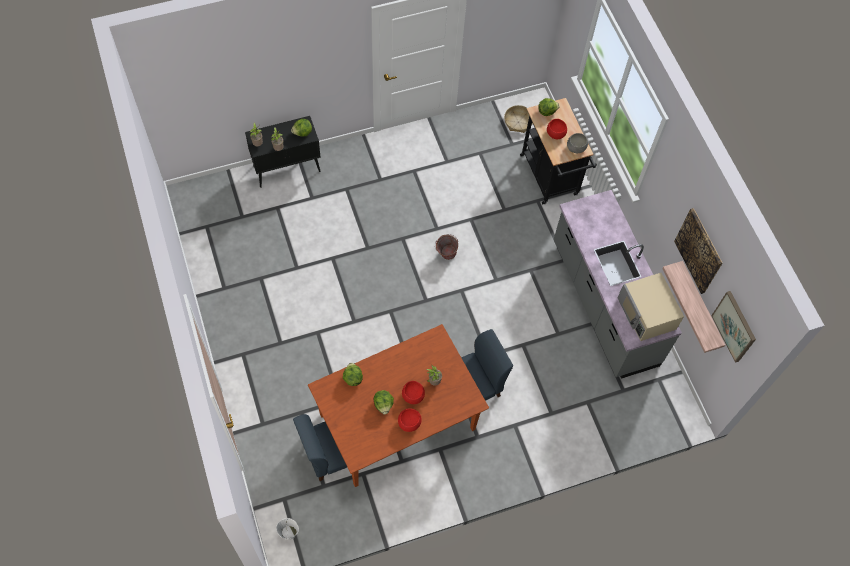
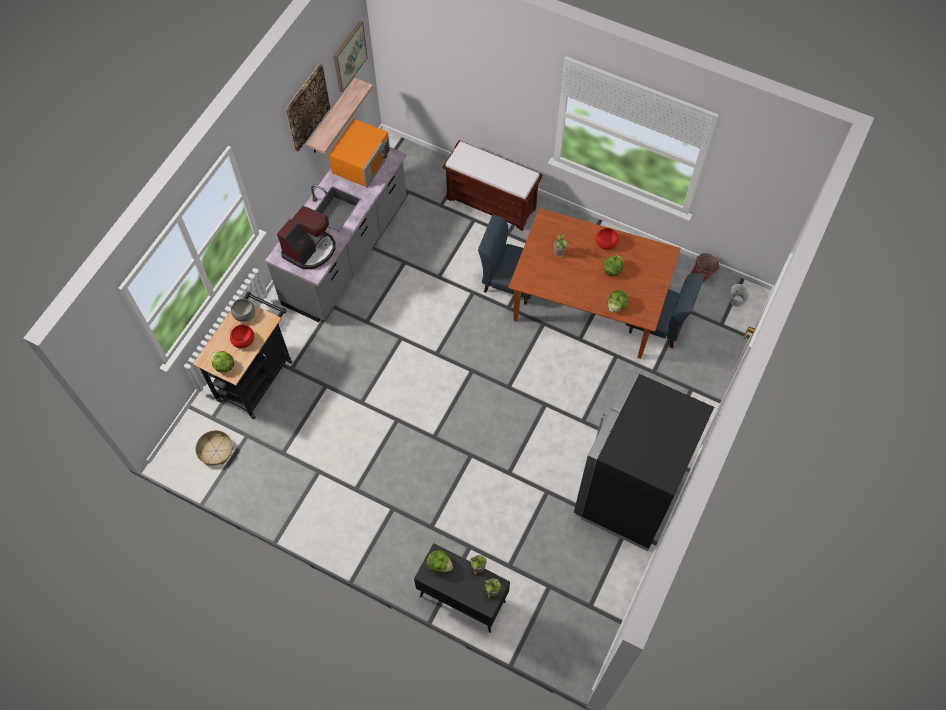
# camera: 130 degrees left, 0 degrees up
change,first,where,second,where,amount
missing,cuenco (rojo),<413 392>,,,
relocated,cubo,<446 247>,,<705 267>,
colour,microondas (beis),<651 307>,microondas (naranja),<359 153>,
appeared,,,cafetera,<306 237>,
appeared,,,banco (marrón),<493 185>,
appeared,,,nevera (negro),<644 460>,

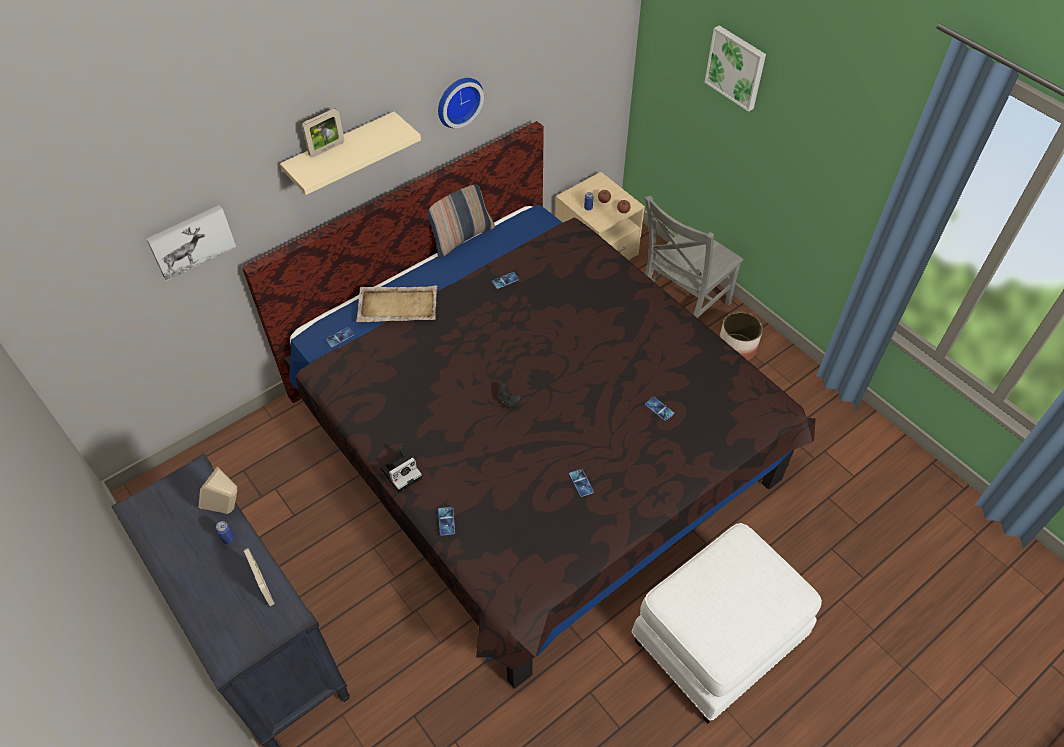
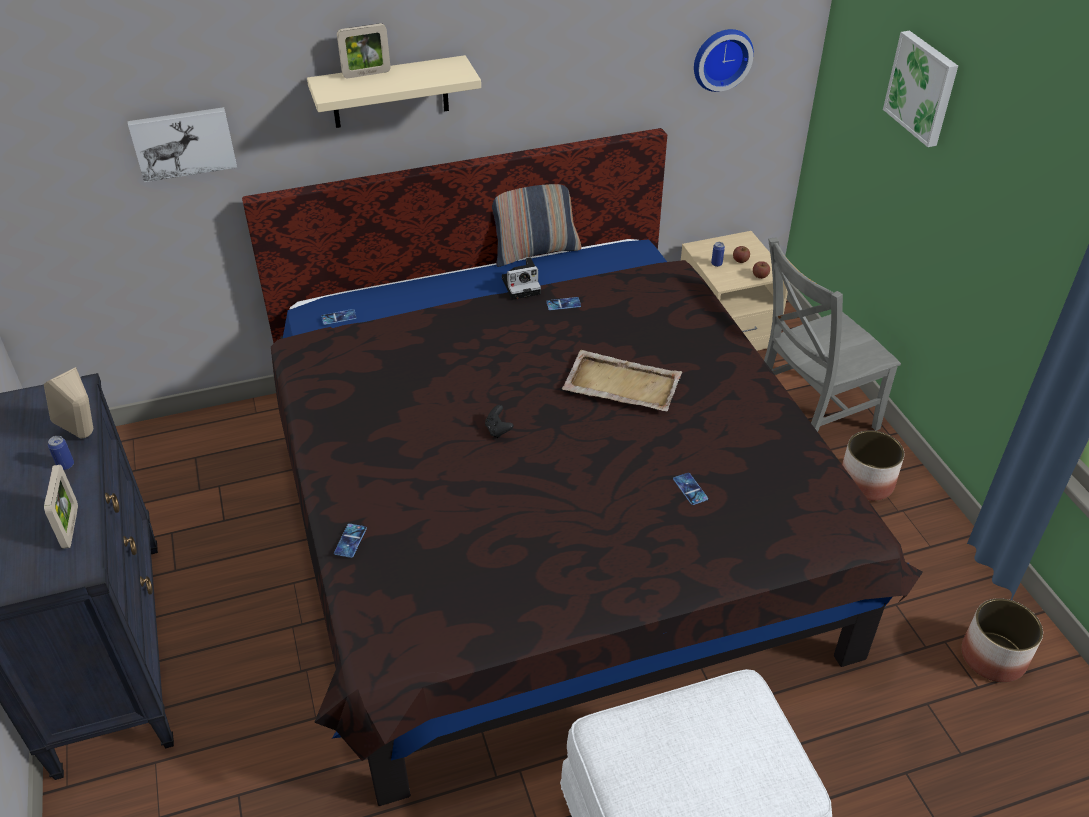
# camera: 20 degrees right, 10 degrees down
change,first,where,second,where,amount
relocated,bandeja (beis),<396 303>,,<622 380>,
relocated,cámara,<401 470>,,<521 278>,
relocated,reloj de pared,<461 103>,,<724 60>,
missing,móvil,<581 483>,,,
appeared,,,maceta,<1002 640>,

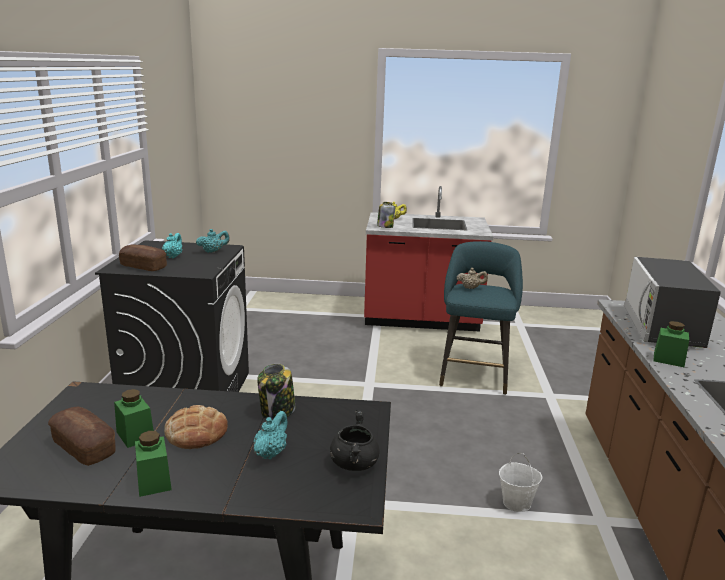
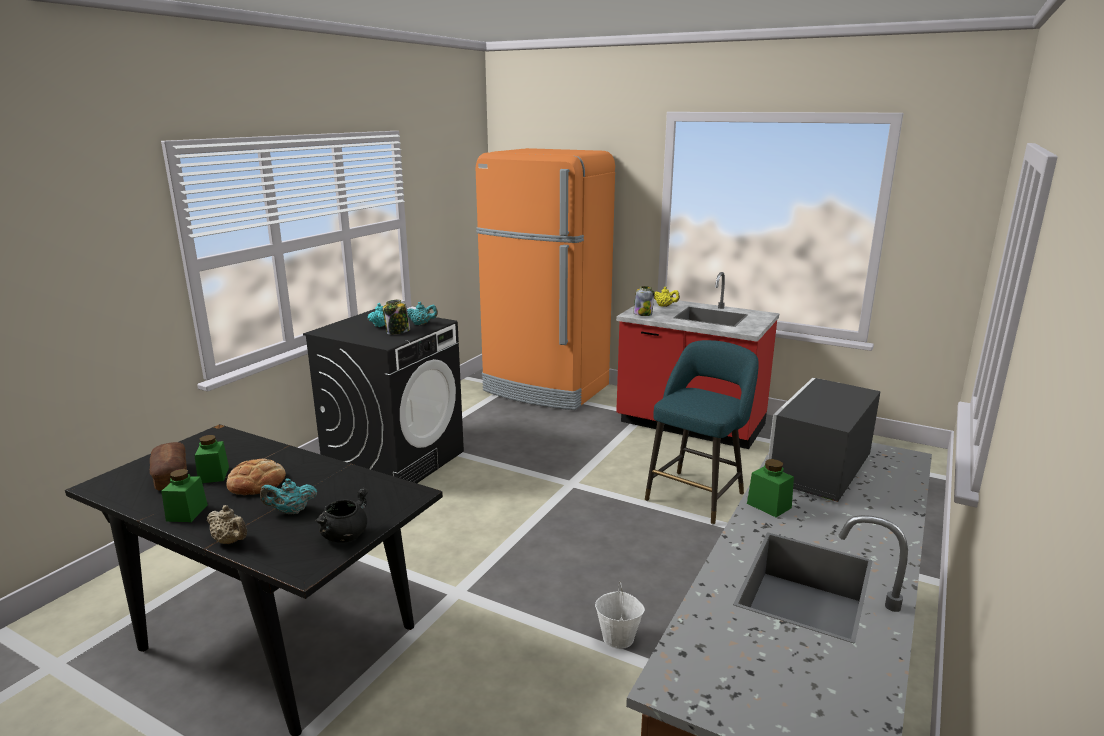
# camera: 25 degrees right, 0 degrees up
change,first,where,second,where,amount
missing,pan,<143 258>,,,
spun,tetera (turquesa),<270 435>,,<288 496>,150 degrees counterclockwise
relocated,tarro,<276 392>,,<396 317>,
relocated,tetera (beis),<472 278>,,<227 524>,
appeared,,,nevera (naranja),<545 279>,

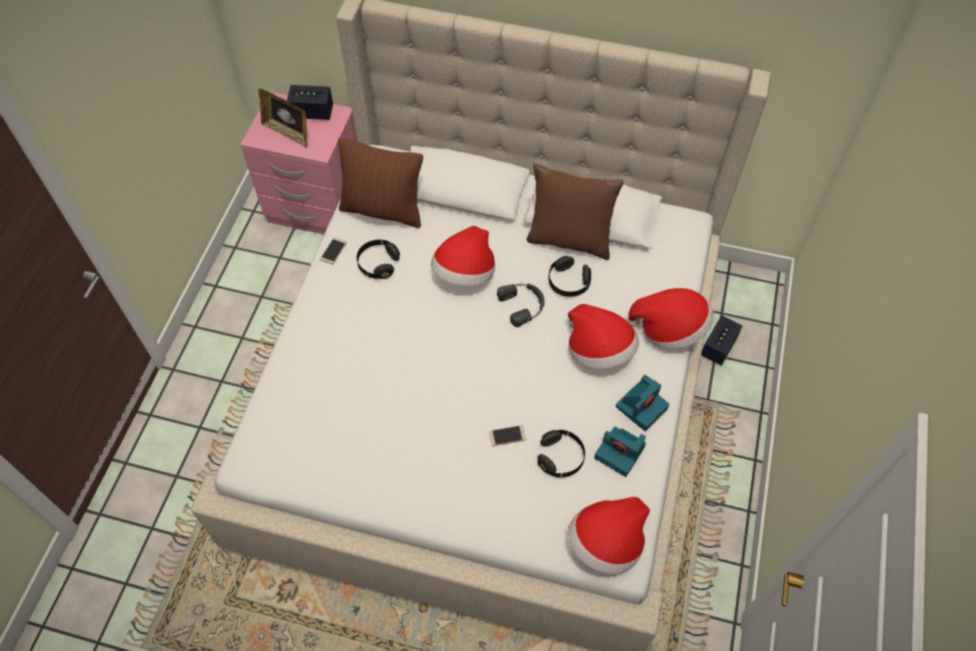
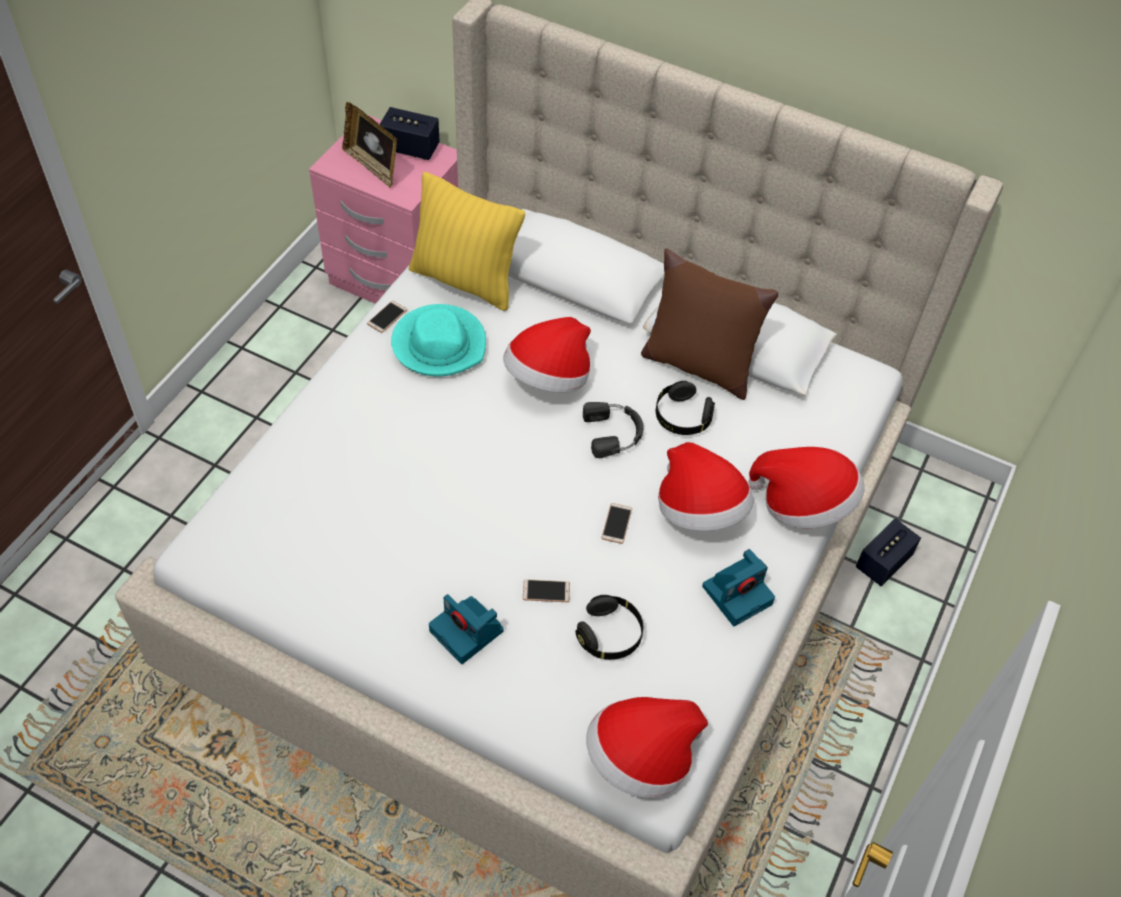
# camera: 10 degrees right, 5 degrees down
change,first,where,second,where,amount
colour,cojín (marrón),<380 183>,cojín (amarillo),<467 241>,
exchanged,auriculares (negro),<378 259>,sombrero (turquesa),<438 340>,
relocated,cámara,<620 452>,,<466 629>,
appeared,,,móvil,<617 523>,

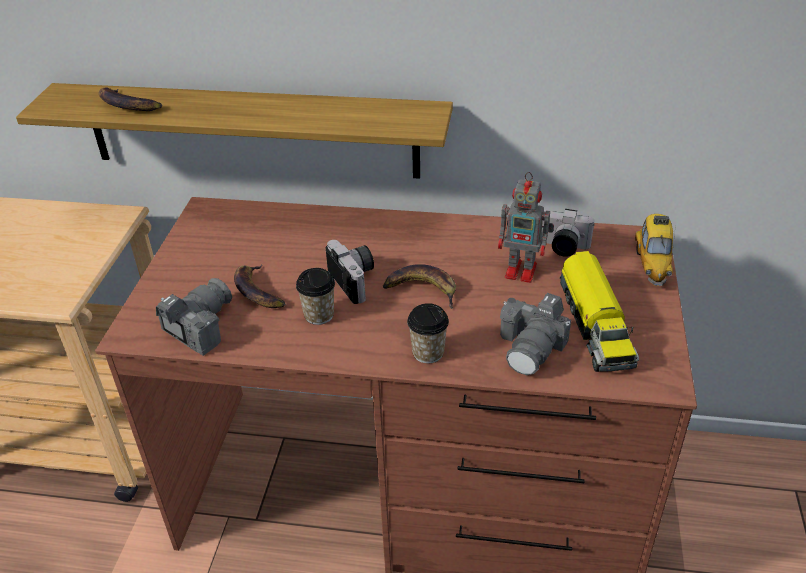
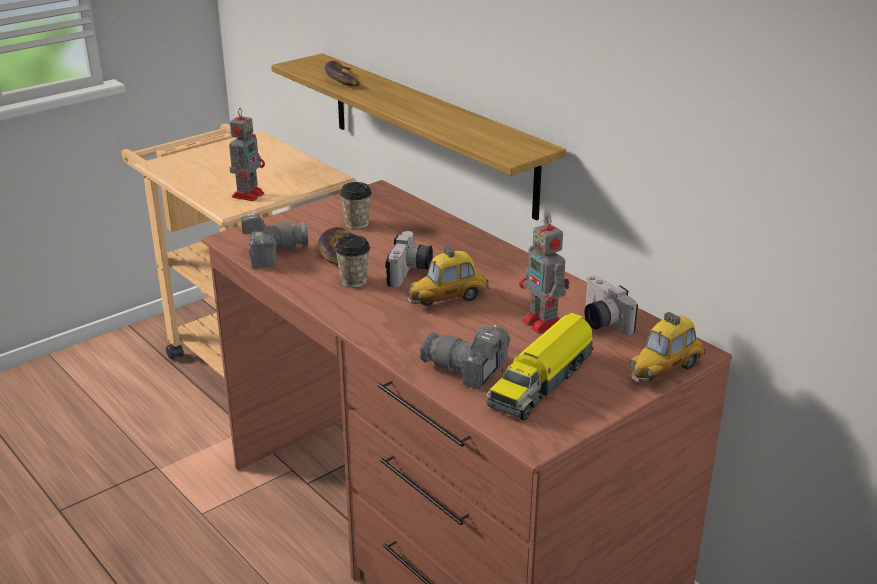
# camera: 40 degrees right, 10 degrees down
change,first,where,second,where,amount
exchanged,plátano,<419 286>,coche de juguete,<449 276>,
relocated,taza,<428 333>,,<356 205>,
spun,cámara,<535 334>,,<465 357>,45 degrees clockwise
appeared,,,robot de juguete,<247 154>,

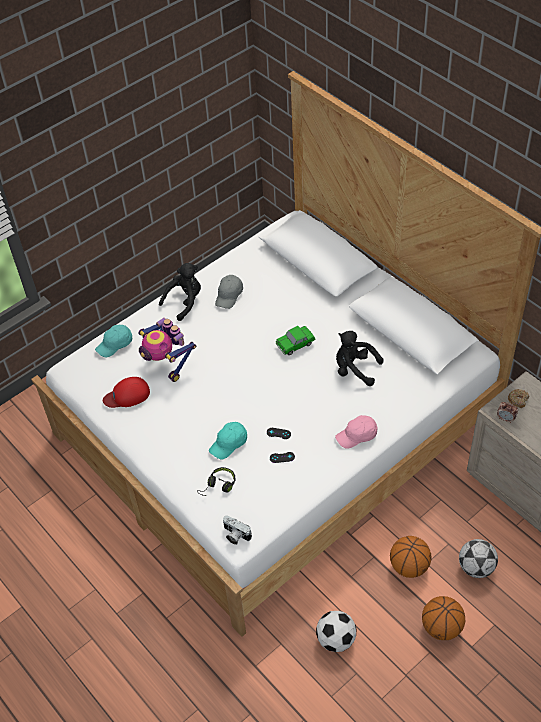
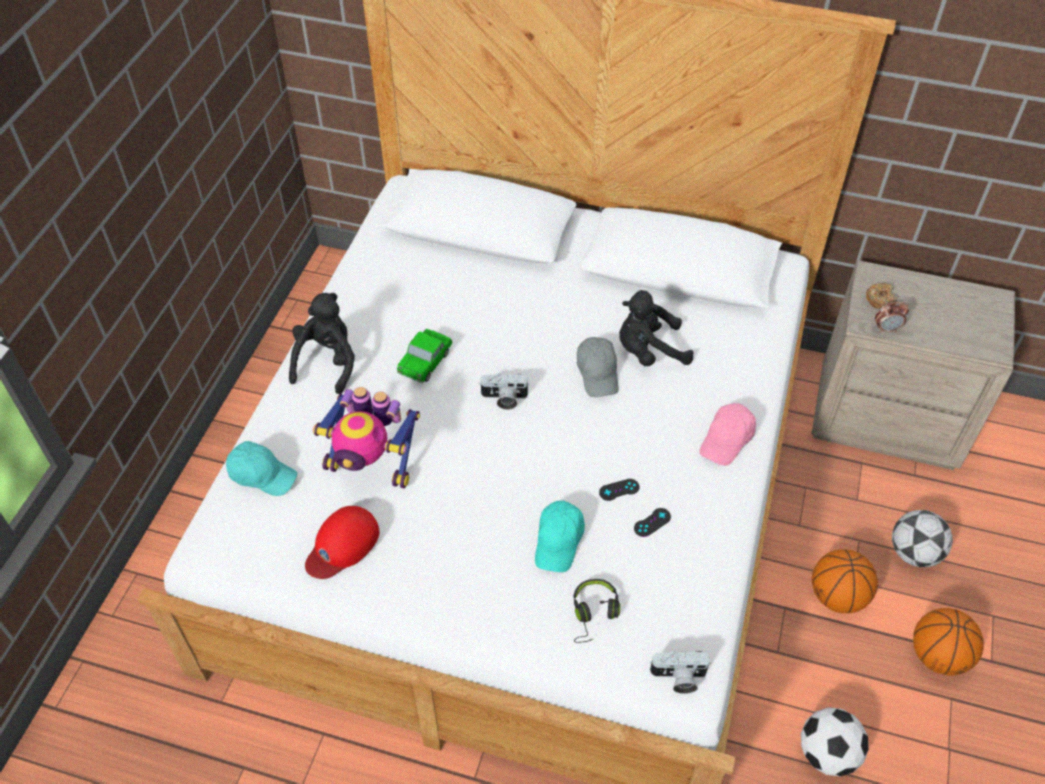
# camera: 35 degrees left, 0 degrees up
change,first,where,second,where,amount
spun,gorra (turquesa),<113 341>,,<261 468>,90 degrees counterclockwise
relocated,gorra (gris),<229 292>,,<598 367>,
relocated,coche de juguete,<295 340>,,<425 356>,
appeared,,,cámara,<505 391>,

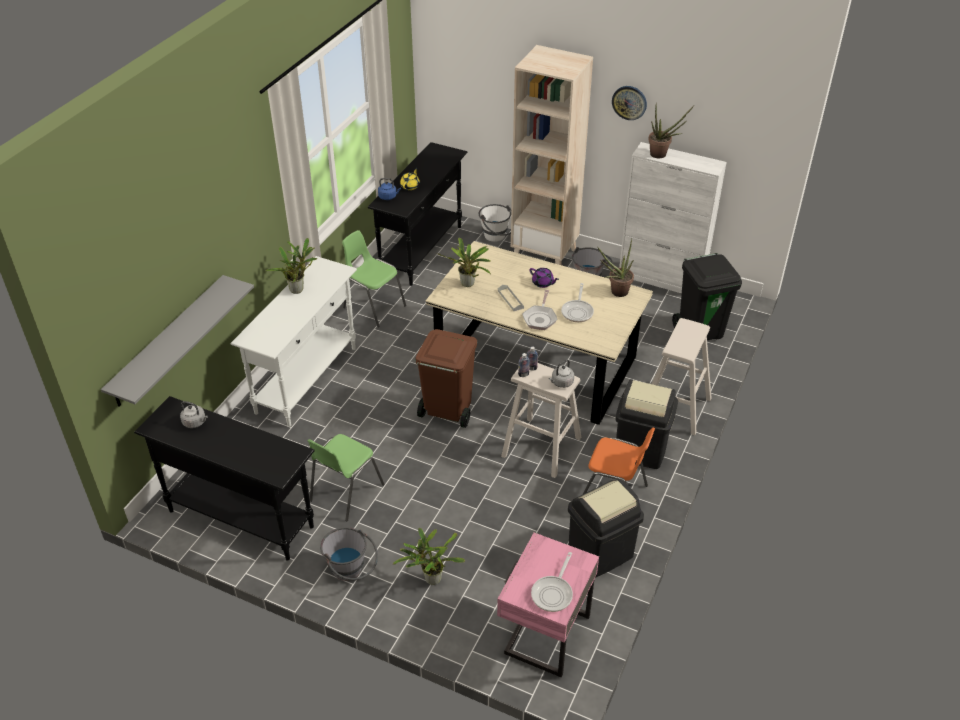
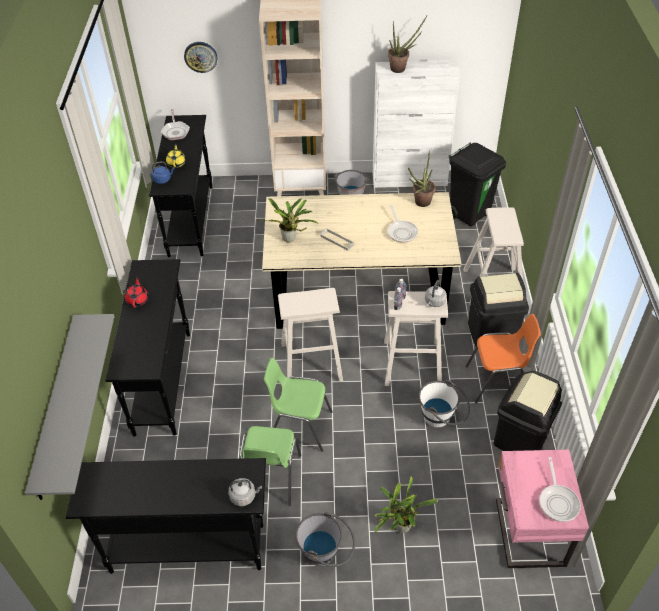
# camera: 25 degrees left, 5 degrees up
change,first,where,second,where,amount
relocated,hervidor (gris),<194 414>,,<245 492>,
colour,mesa consola (blanco),<294 341>,mesa consola (negro),<147 347>,
exchanged,planta en maceta,<291 266>,tetera (rojo),<137 292>,
relocated,silla (verde),<374 278>,,<298 405>,
exchanged,papelera (marrón),<446 378>,taburete (beis),<310 335>,
relocated,cubo (blanco),<495 223>,,<444 403>,
relocated,sartén,<539 310>,,<175 124>,
missing,tetera (morado),<544 278>,,,
relocated,reloj de pared,<629 103>,,<200 57>,

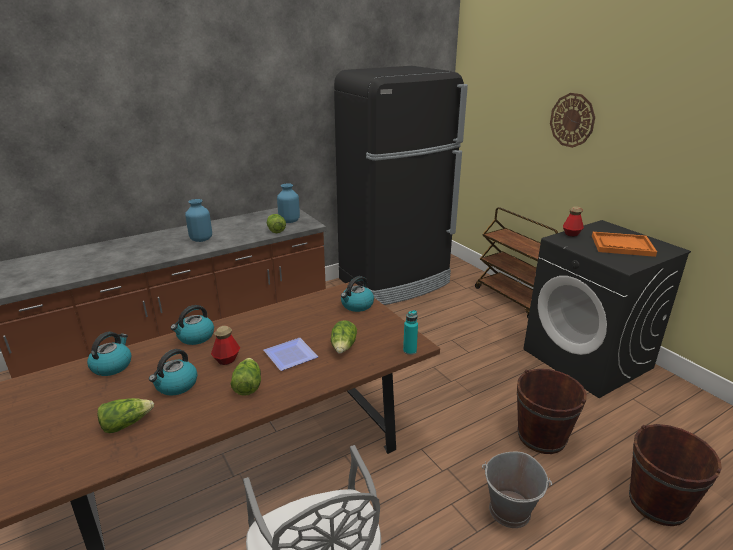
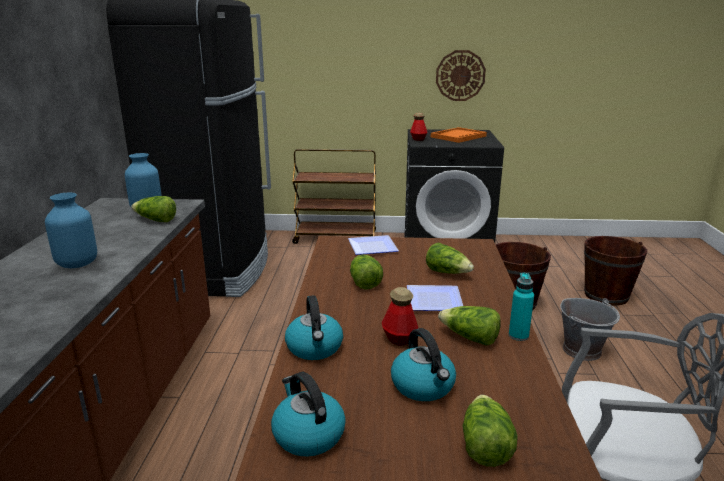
# camera: 55 degrees left, 5 degrees down
change,first,where,second,where,amount
exchanged,hervidor,<357 294>,plato,<373 245>,
relocated,botella (turquesa),<410 332>,,<521 307>,
relocated,reloj de pared,<572 120>,,<461 75>,
appeared,,,lechuga,<366 272>,

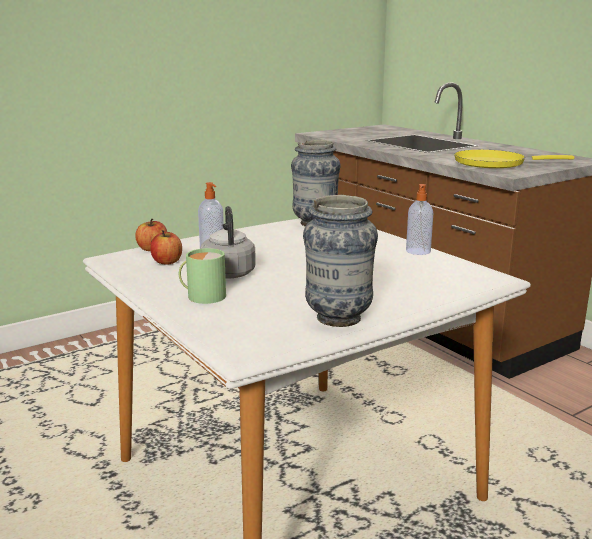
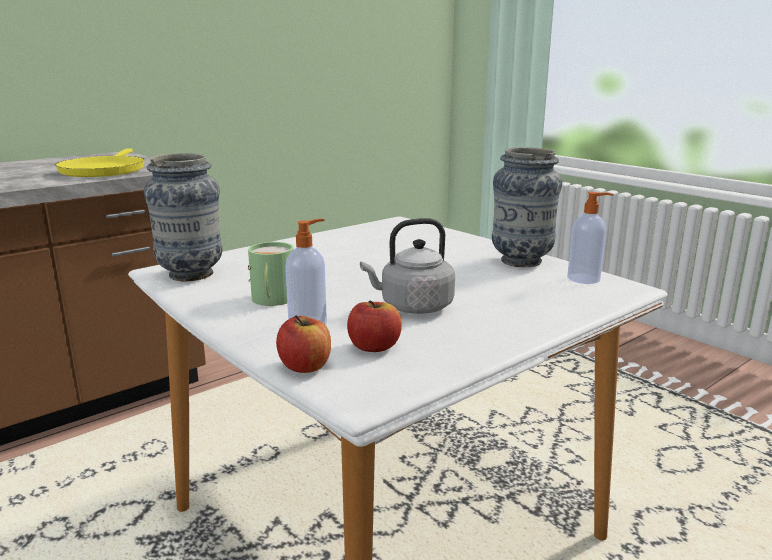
# camera: 95 degrees left, 0 degrees up
change,first,where,second,where,amount
relocated,taza grande (verde),<202 276>,,<271 274>,
relocated,dispensador de jabón,<419 219>,,<590 238>,

